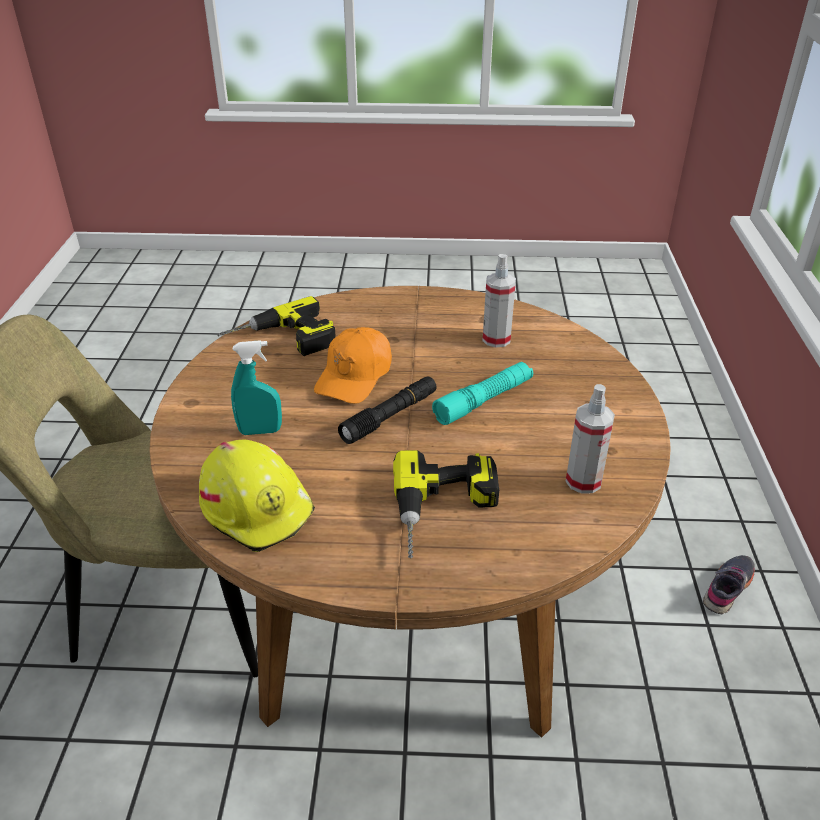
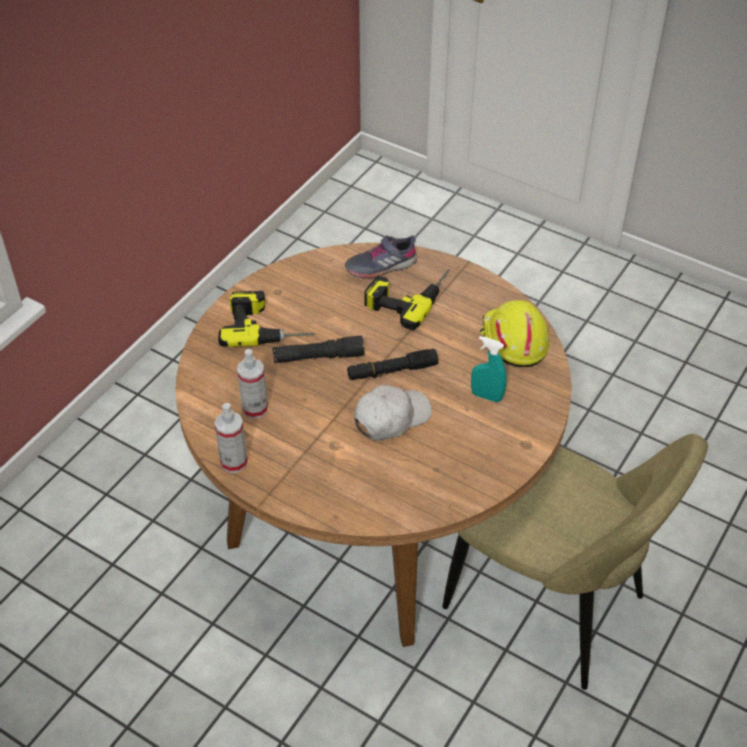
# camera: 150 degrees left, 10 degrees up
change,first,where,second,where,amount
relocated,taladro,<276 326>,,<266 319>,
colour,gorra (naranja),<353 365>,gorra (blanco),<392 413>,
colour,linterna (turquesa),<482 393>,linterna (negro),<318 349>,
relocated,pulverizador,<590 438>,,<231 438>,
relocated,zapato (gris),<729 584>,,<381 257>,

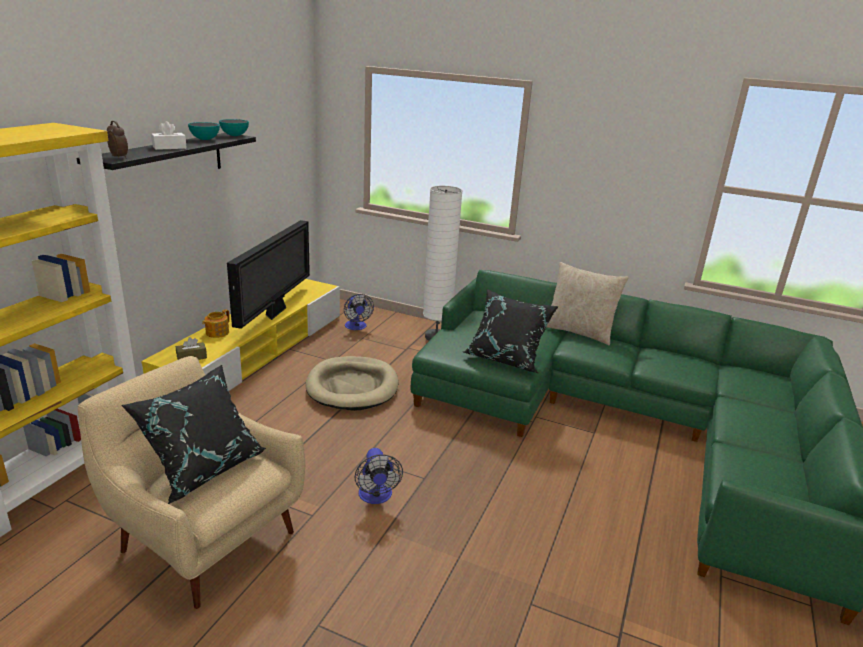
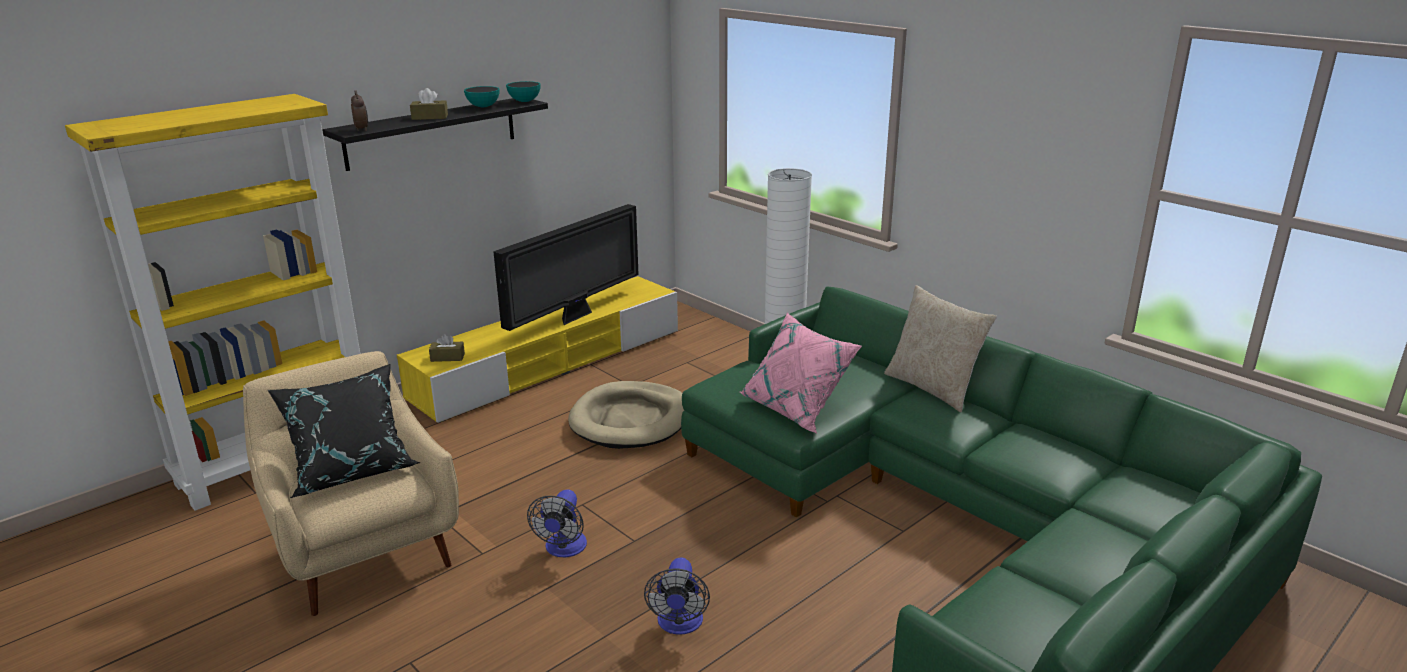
# camera: 25 degrees right, 0 degrees up
change,first,where,second,where,amount
colour,caja de pañuelos (blanco),<169 135>,caja de pañuelos (marrón),<429 104>,
missing,tetera,<216 323>,,,
relocated,ventilador,<359 312>,,<677 596>,
colour,cojín (negro),<511 331>,cojín (rosa),<801 373>,

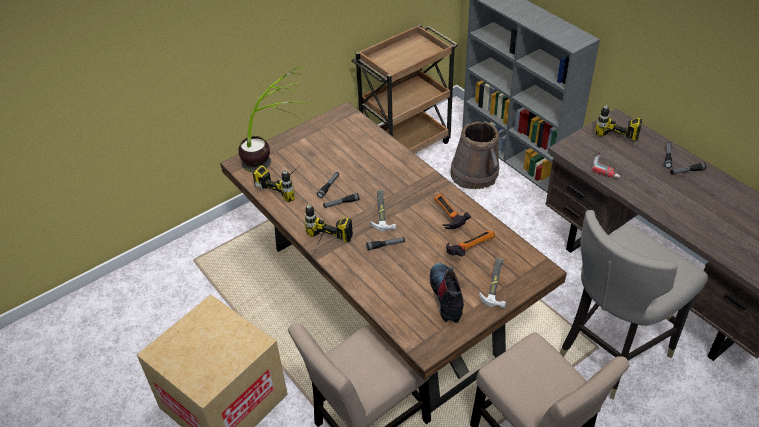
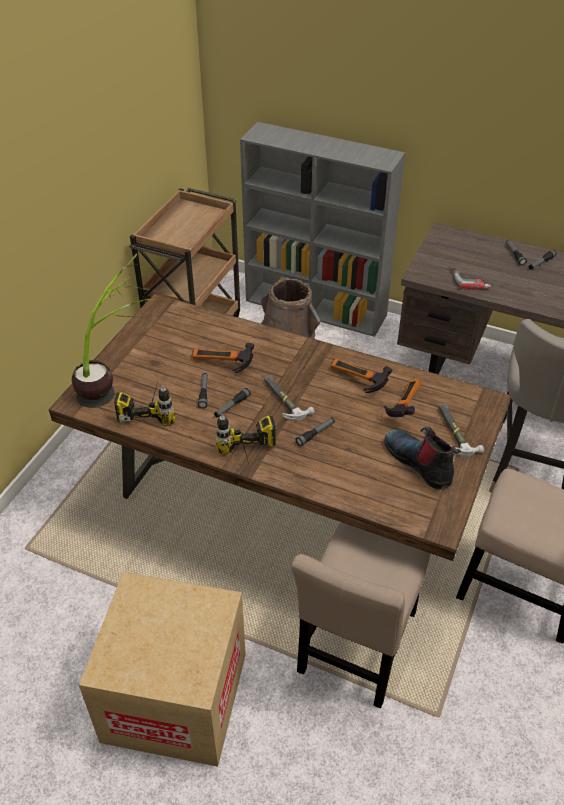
# camera: 30 degrees left, 0 degrees up
change,first,where,second,where,amount
missing,taladro,<618 122>,,,
appeared,,,martillo,<223 358>,

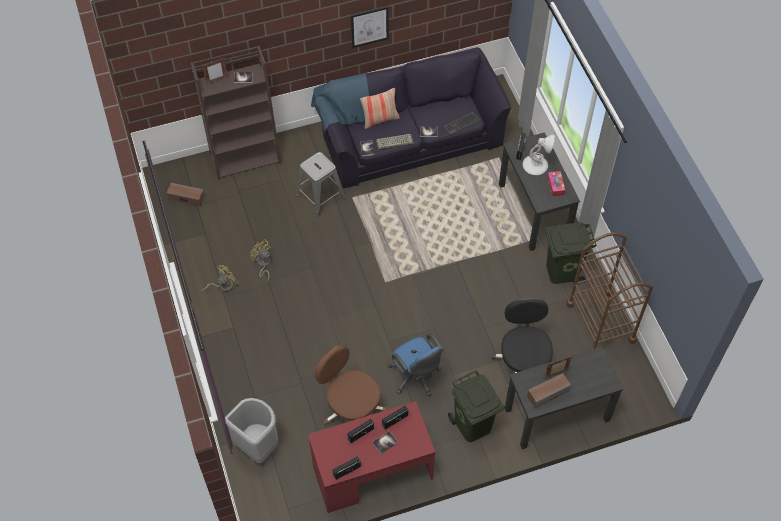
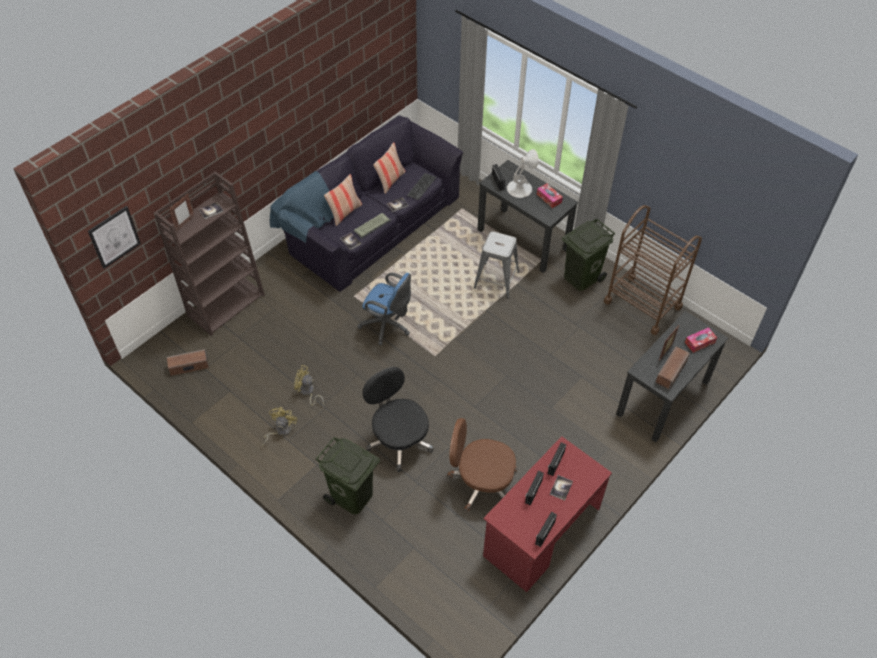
# camera: 30 degrees left, 5 degrees down
change,first,where,second,where,amount
missing,papelera (gris),<251 430>,,,
relocated,taburete (gris),<320 185>,,<496 264>,
relocated,cuadro,<370 27>,,<114 237>,
relocated,silla de oficina (azul),<416 364>,,<384 309>,
relocated,papelera (verde),<476 406>,,<348 475>,
relocated,silla de oficina (negro),<522 342>,,<398 419>,
appeared,,,cojín,<389 168>,
appeared,,,caja de pañuelos,<701 340>,

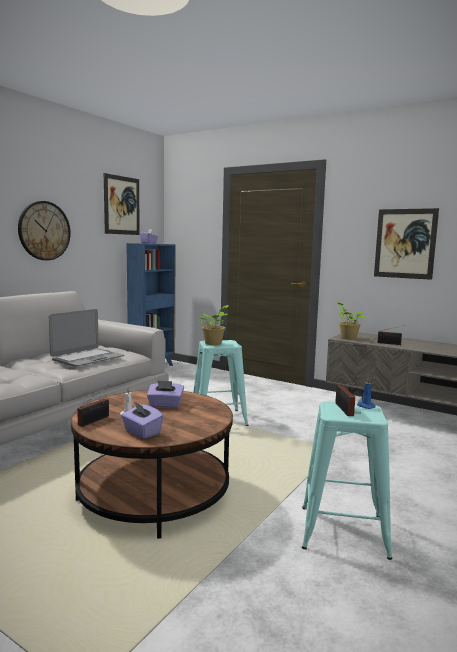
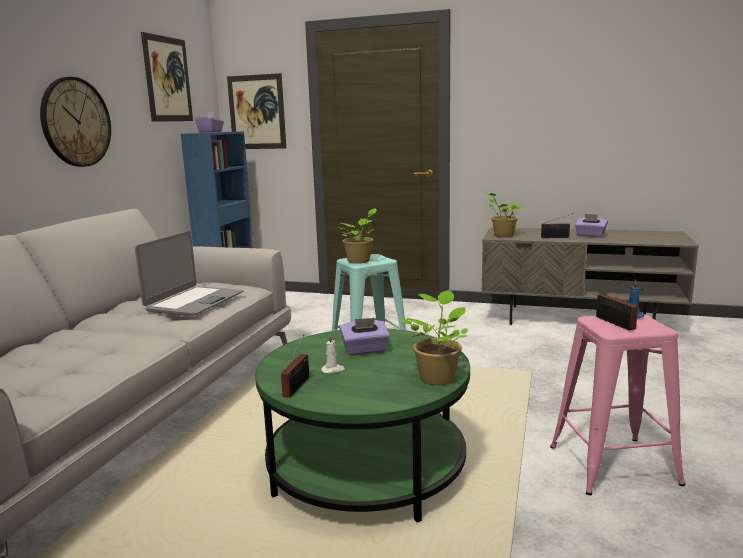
# camera: 15 degrees left, 5 degrees up
change,first,where,second,where,amount
colour,mesa de centro (marrón),<152 464>,mesa de centro (verde),<362 426>,
relocated,caja de pañuelos (morado),<142 420>,,<591 225>,
colour,taburete (turquesa),<347 480>,taburete (rosa),<617 404>,
relocated,cuadro,<406 244>,,<256 111>,
appeared,,,planta en maceta,<434 337>,

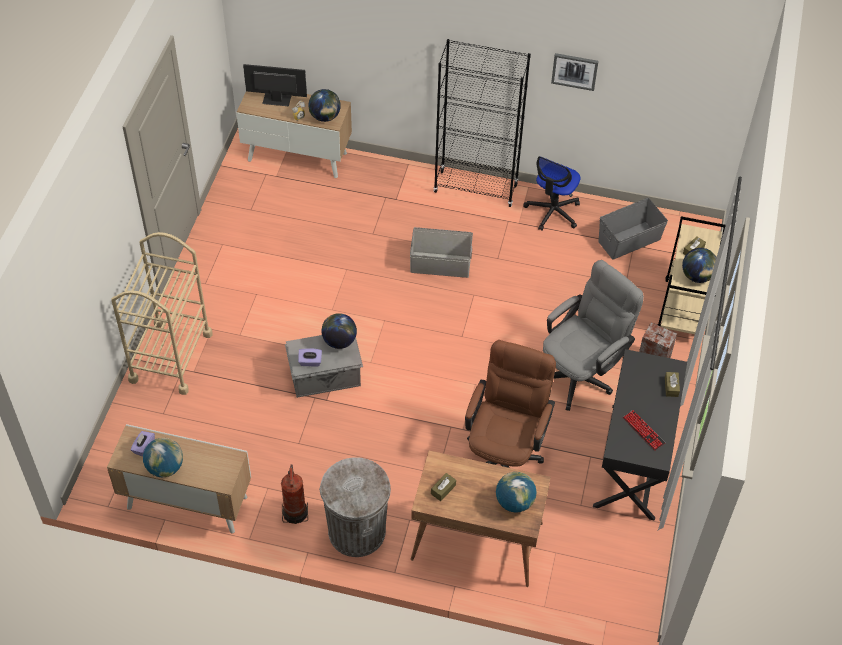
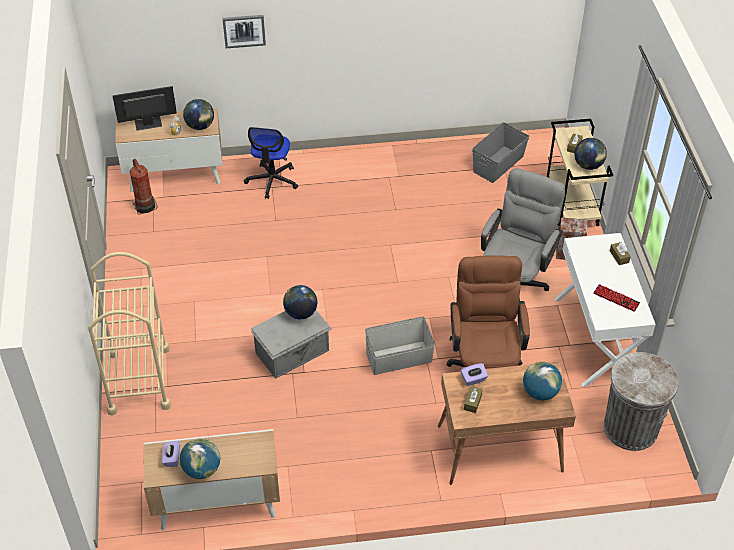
# camera: 20 degrees left, 5 degrees down
change,first,where,second,where,amount
relocated,extintor,<294 494>,,<144 186>,
relocated,caja de pañuelos (morado),<310 357>,,<474 374>,
relocated,papelera (gris),<355 507>,,<641 401>,
relocated,caja de almacenaje (gris),<441 252>,,<400 345>,
missing,estantería (negro),<482 123>,,,
relocated,silla de oficina,<552 193>,,<271 163>,
relocated,cuadro,<575 72>,,<244 31>,
colour,escritorio (negro),<640 435>,escritorio (blanco),<605 310>,

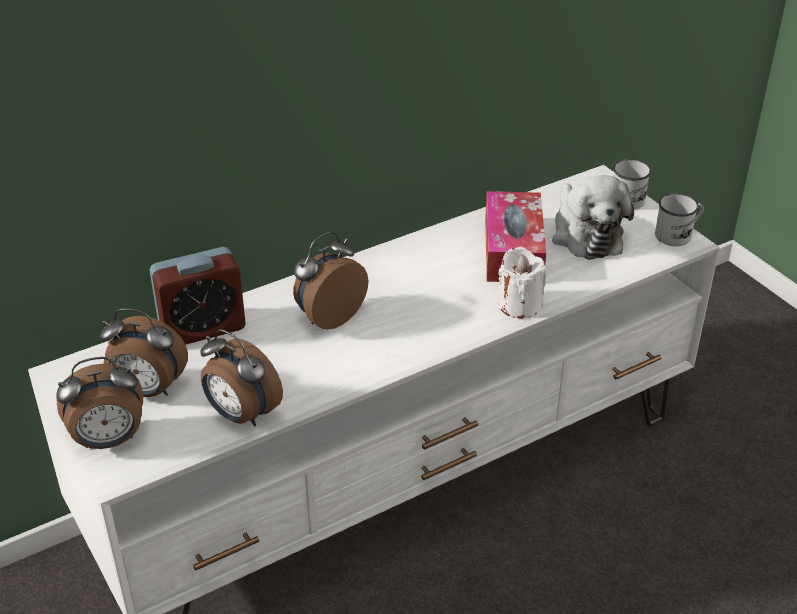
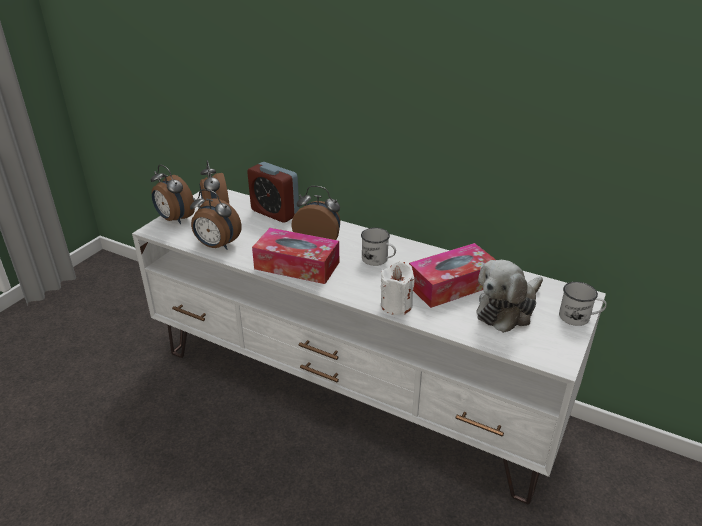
# camera: 60 degrees right, 5 degrees down
change,first,where,second,where,amount
spun,despertador,<241 377>,,<216 219>,75 degrees counterclockwise
relocated,taza grande (blanco),<679 219>,,<378 247>,
appeared,,,caja de pañuelos,<295 256>,

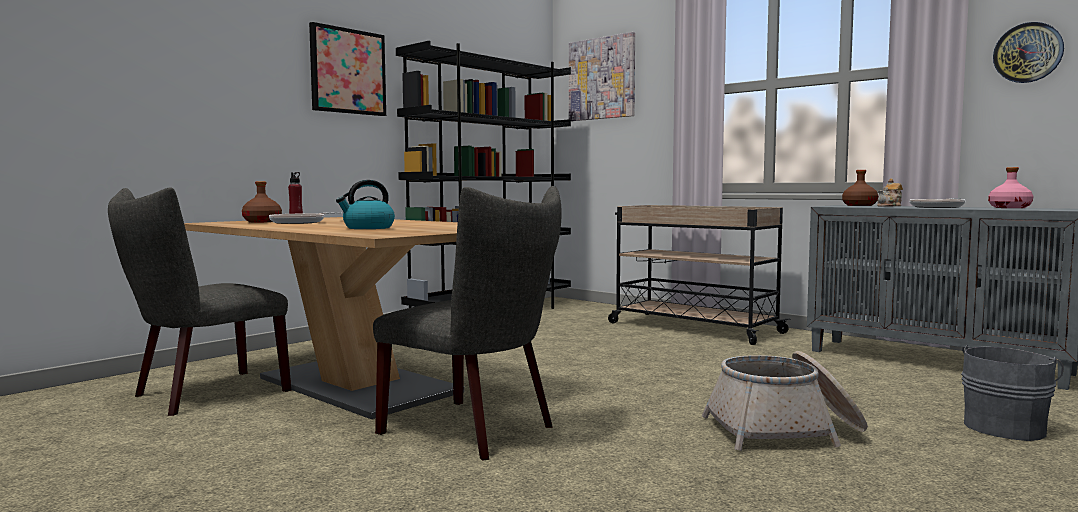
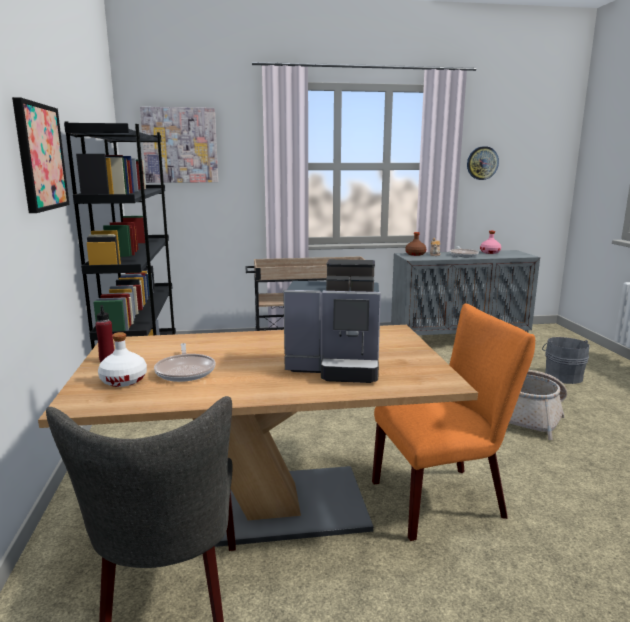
# camera: 50 degrees left, 10 degrees up
change,first,where,second,where,amount
colour,botella (marrón),<262 201>,botella (blanco),<122 359>,
exchanged,hervidor,<365 204>,cafetera,<332 321>,
colour,silla (gris),<467 323>,silla (naranja),<453 422>,

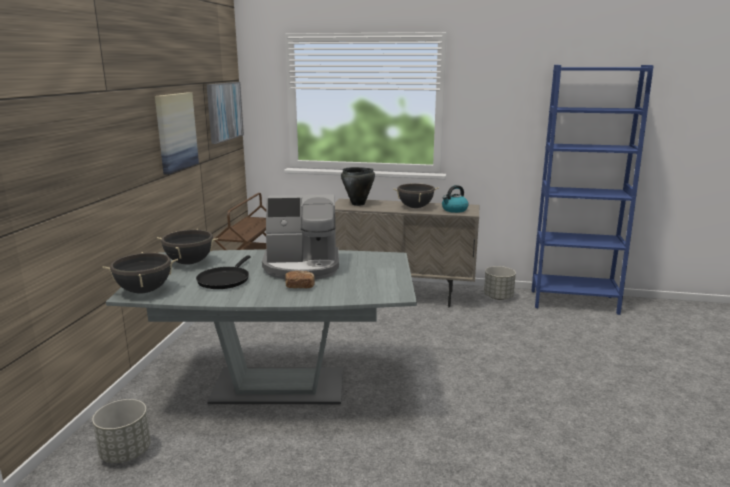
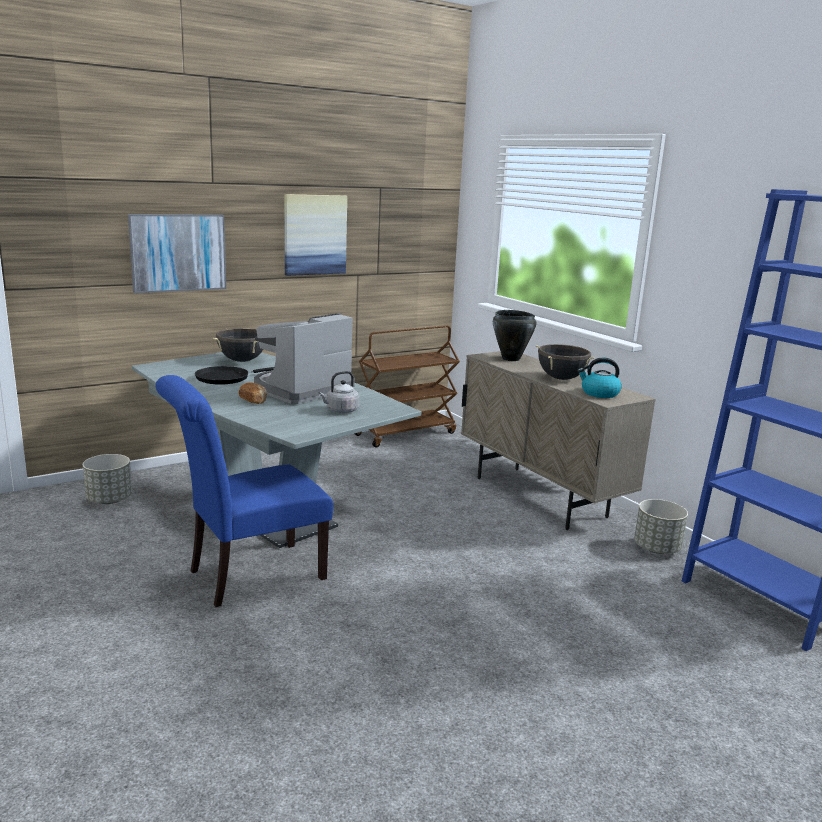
# camera: 45 degrees right, 0 degrees up
change,first,where,second,where,amount
missing,olla (negro),<140 272>,,,
relocated,cuadro,<225 113>,,<177 253>,
spun,cafetera,<300 236>,,<304 358>,90 degrees clockwise
appeared,,,silla (azul),<244 491>,
appeared,,,hervidor (gris),<338 392>,

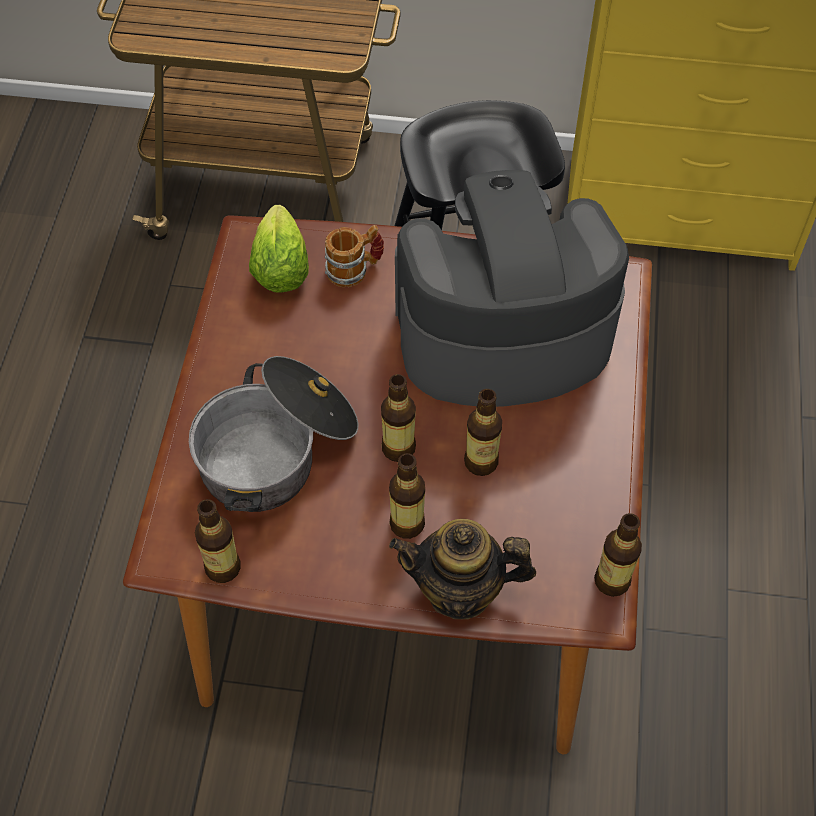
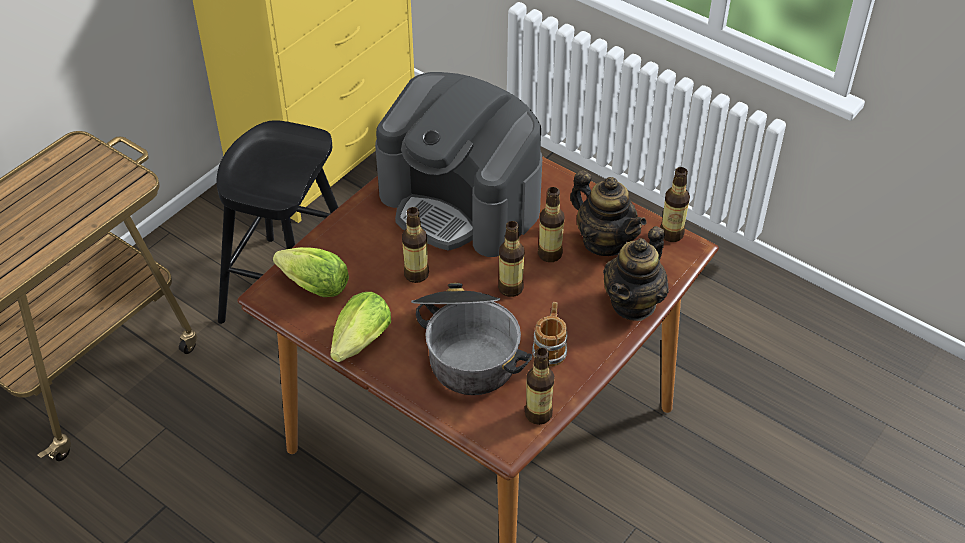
# camera: 60 degrees left, 10 degrees down
change,first,where,second,where,amount
relocated,taza grande,<354 256>,,<550 334>,
relocated,botella,<407 496>,,<415 245>,
spun,cafetera,<512 288>,,<458 164>,75 degrees counterclockwise
appeared,,,lechuga,<360 327>,
appeared,,,tetera,<608 213>,

